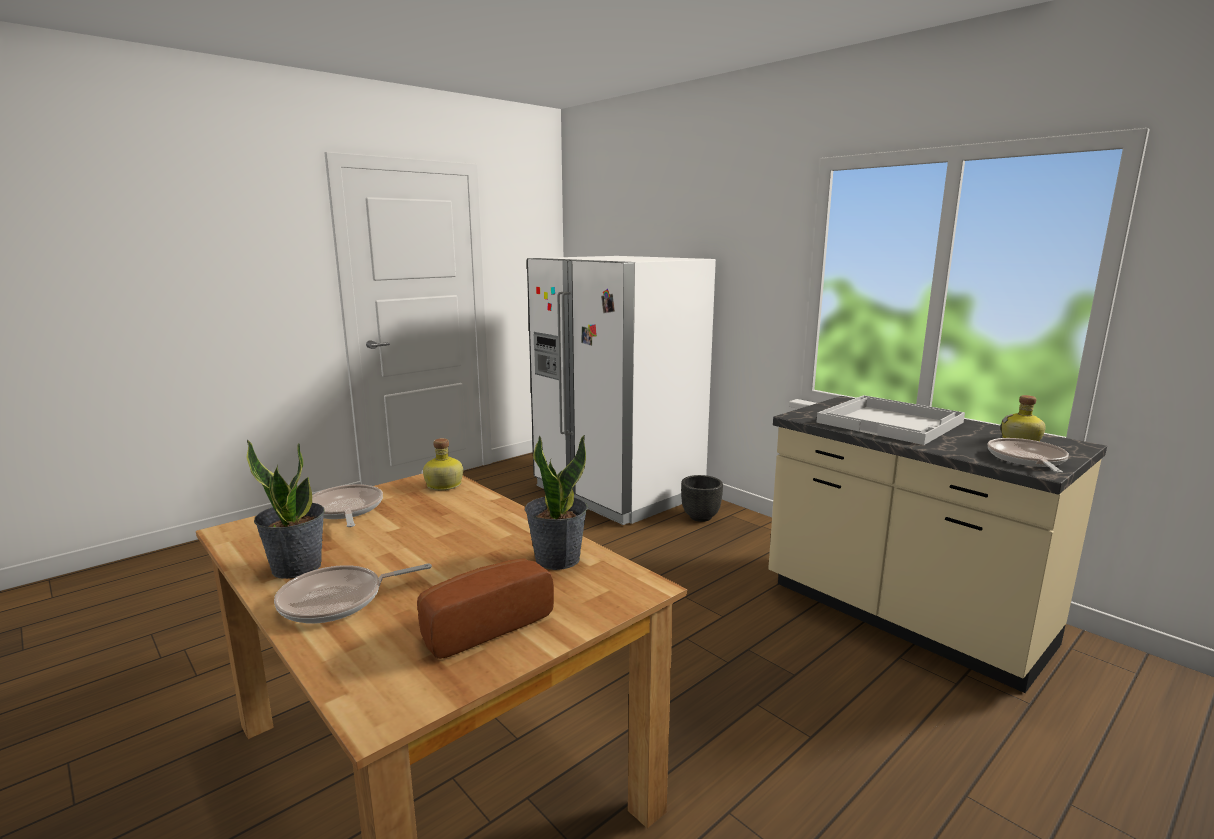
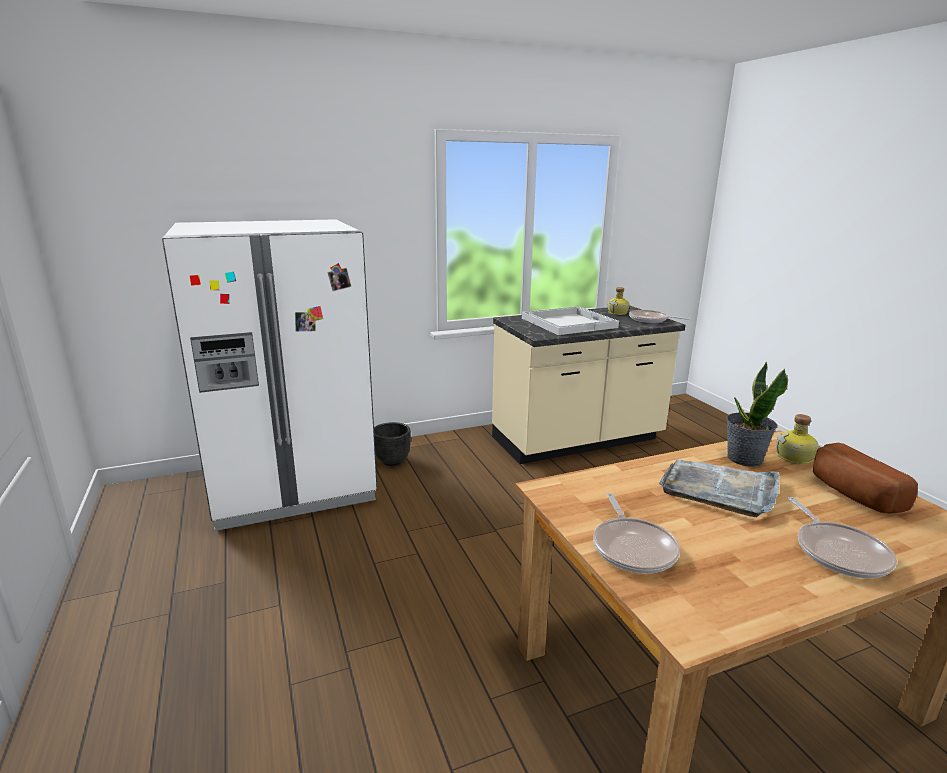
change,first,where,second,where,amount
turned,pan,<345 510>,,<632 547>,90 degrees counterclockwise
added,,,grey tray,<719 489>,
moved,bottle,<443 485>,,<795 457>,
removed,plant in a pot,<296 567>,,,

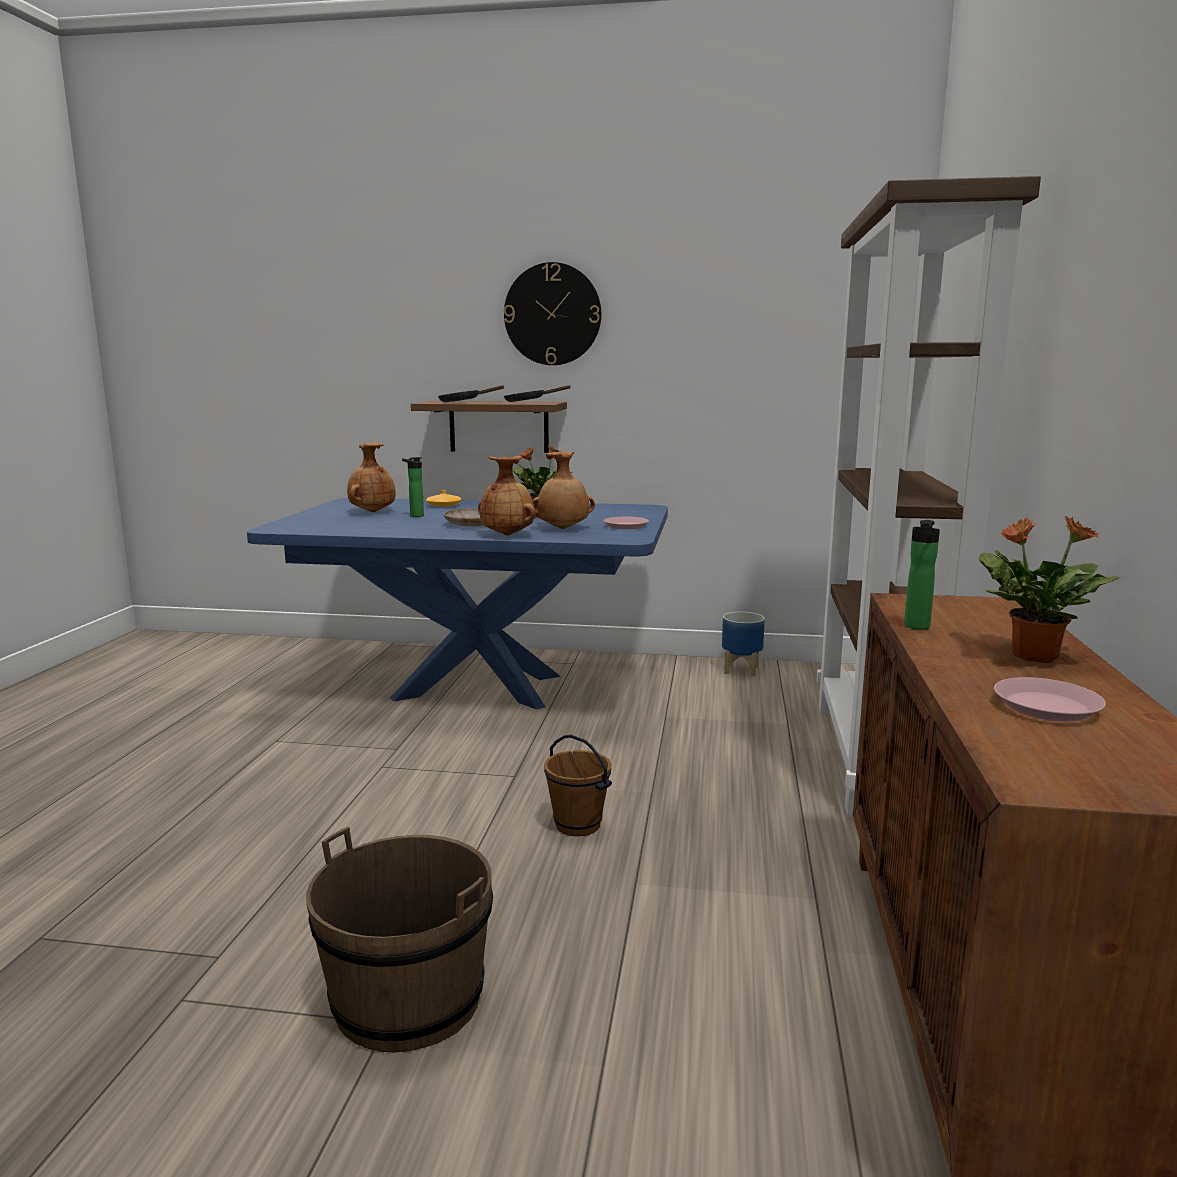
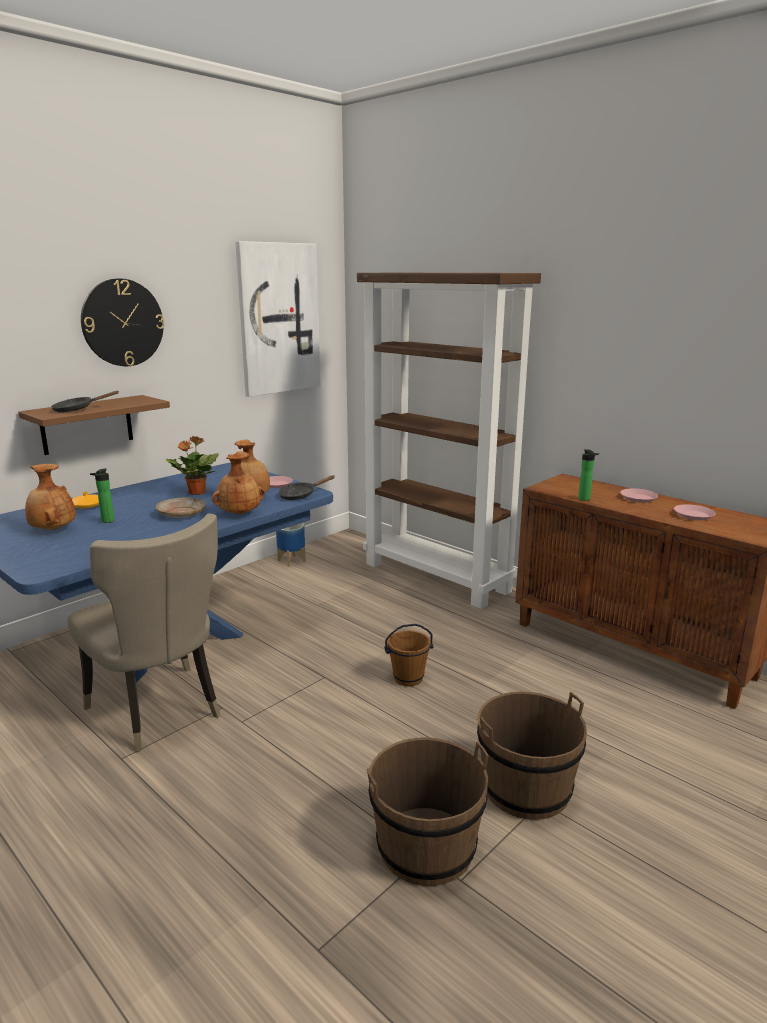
change,first,where,second,where,amount
added,,,beige chair,<159 711>,
added,,,picture,<278 319>,
moved,black pan,<528 402>,,<300 495>,
added,,,brown water bucket,<426 847>,
replaced,plant in a pot,<1032 656>,pinkish dinner plate,<638 498>,

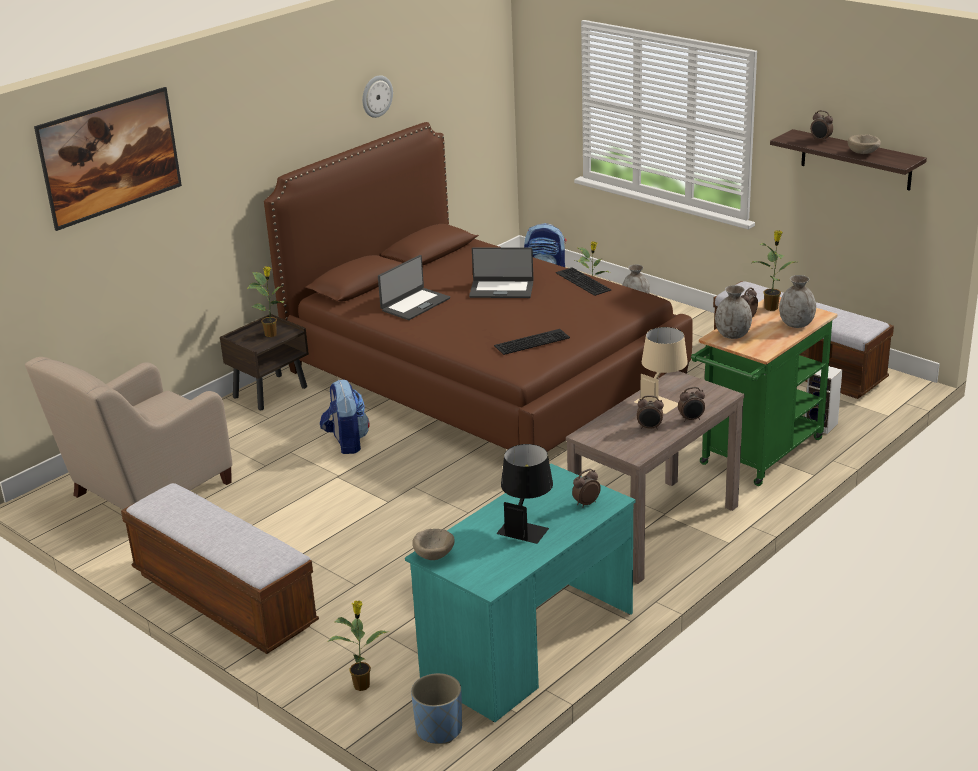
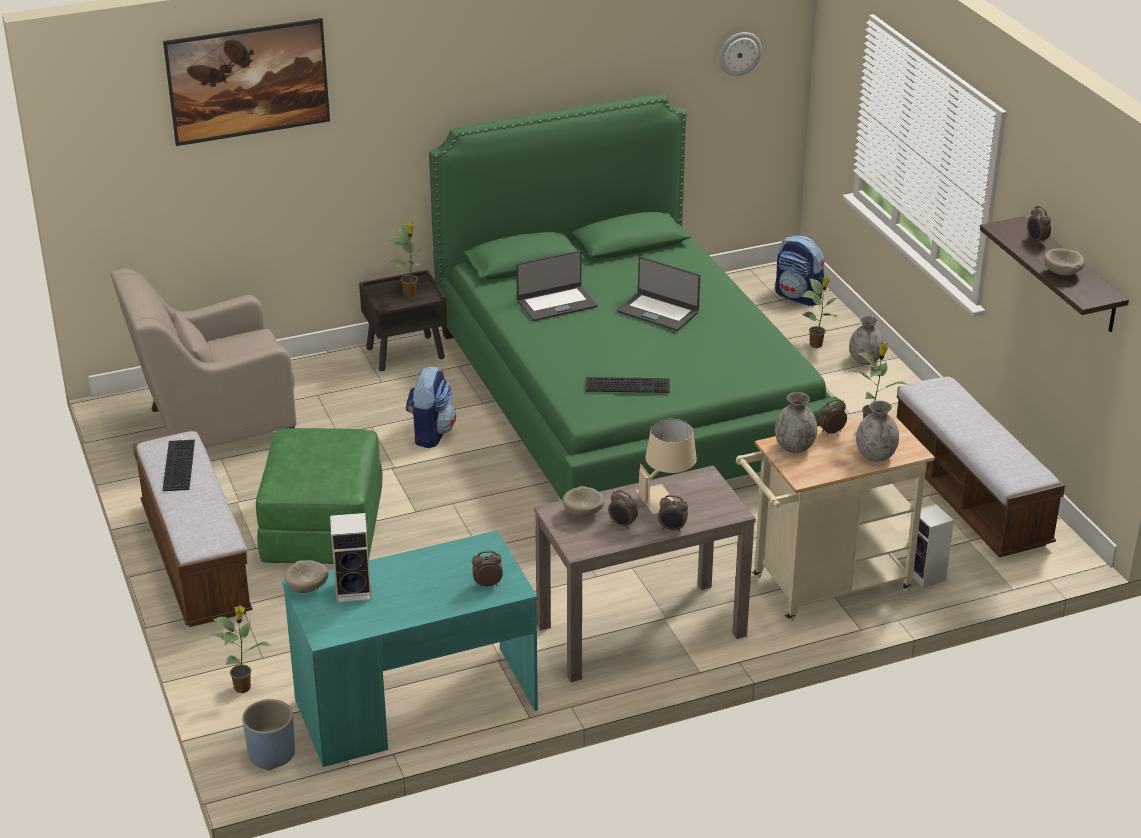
change,first,where,second,where,amount
moved,computer keyboard,<581 281>,,<177 465>,
added,,,greenish footrest,<322 528>,
added,,,speaker,<355 590>,
recoloured,brown bedroom bed,<482 374>,greenish bedroom bed,<626 398>,
added,,,beige deep dish,<584 513>,
moved,wall clock,<376 96>,,<739 53>,
recoloured,greenish cart,<757 456>,beige cart,<822 587>,
removed,black tabletop lamp,<526 525>,,,

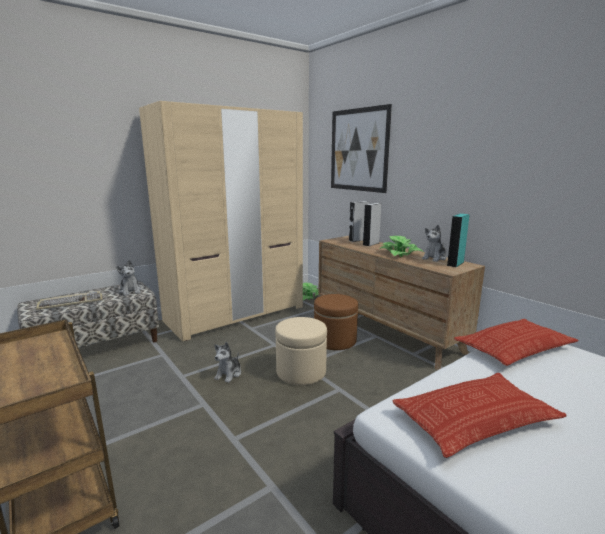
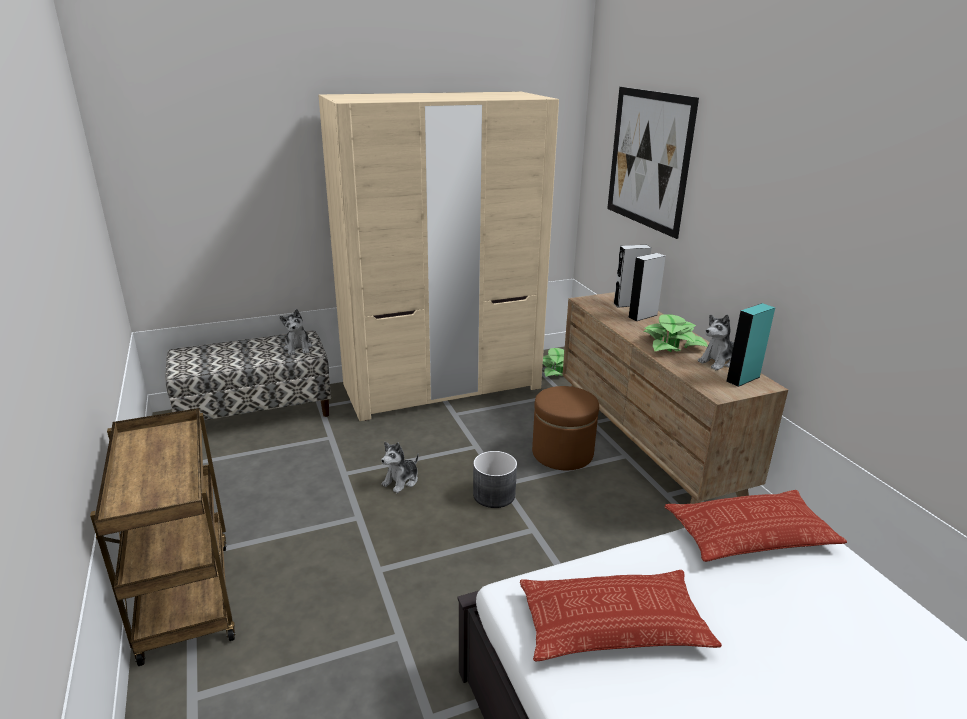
change,first,where,second,where,amount
replaced,beige footrest,<301 372>,grey planter,<494 494>,
removed,computer keyboard,<71 302>,,,

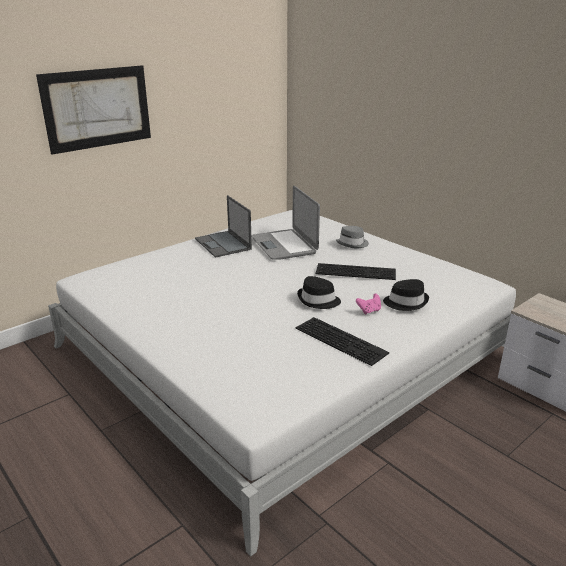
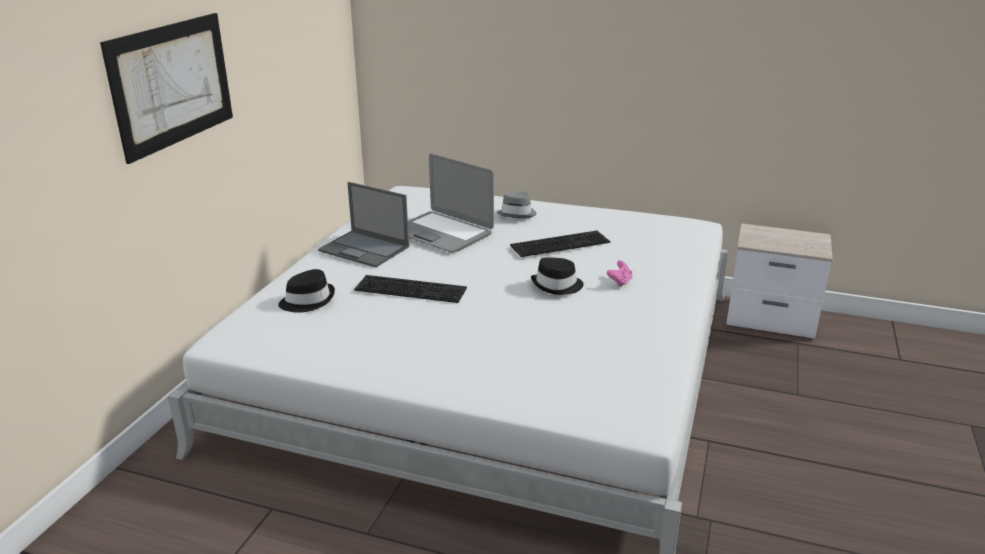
change,first,where,second,where,amount
moved,black hat,<406 302>,,<308 300>,
moved,computer keyboard,<342 340>,,<412 288>,

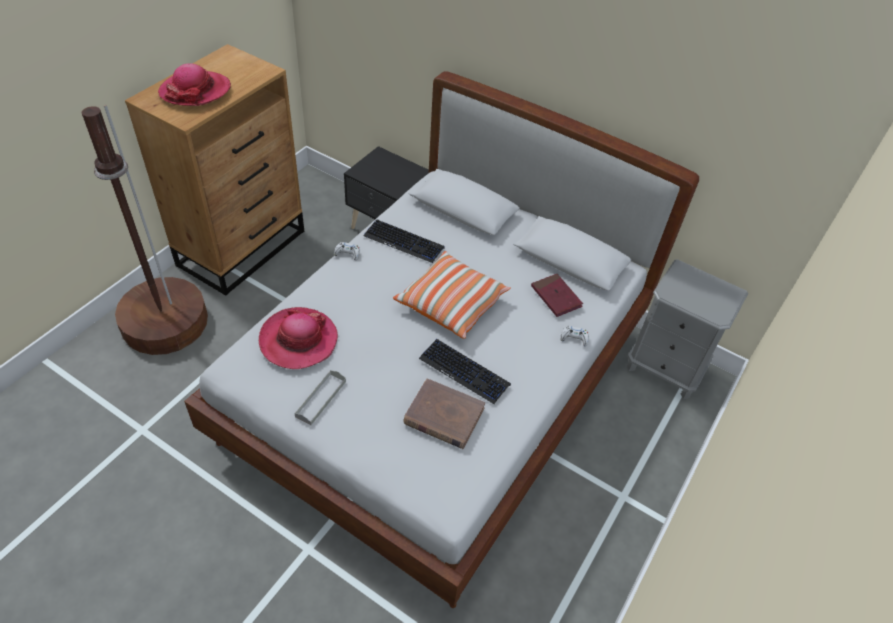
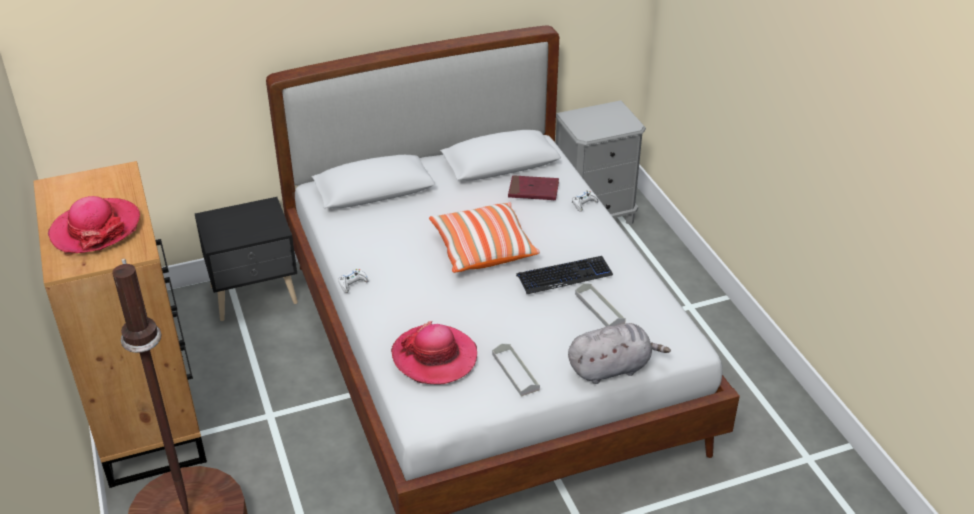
change,first,where,second,where,amount
added,,,grey plush toy,<611 368>,
replaced,brown book,<443 416>,grey tray,<599 308>,
removed,computer keyboard,<404 242>,,,

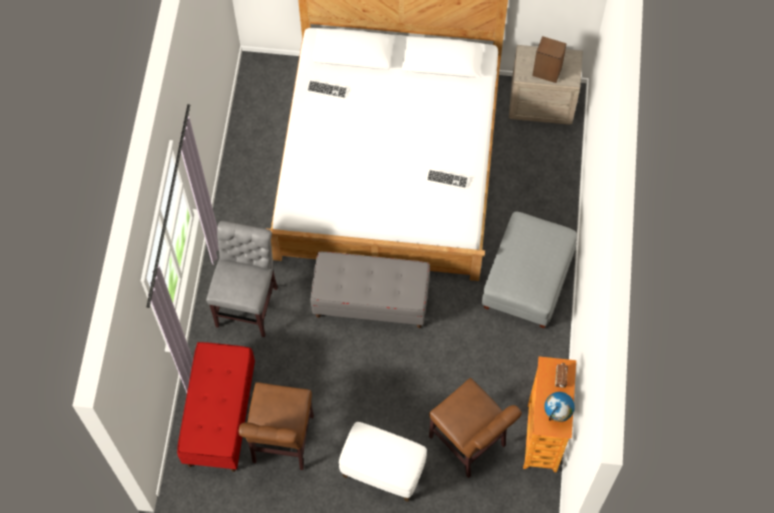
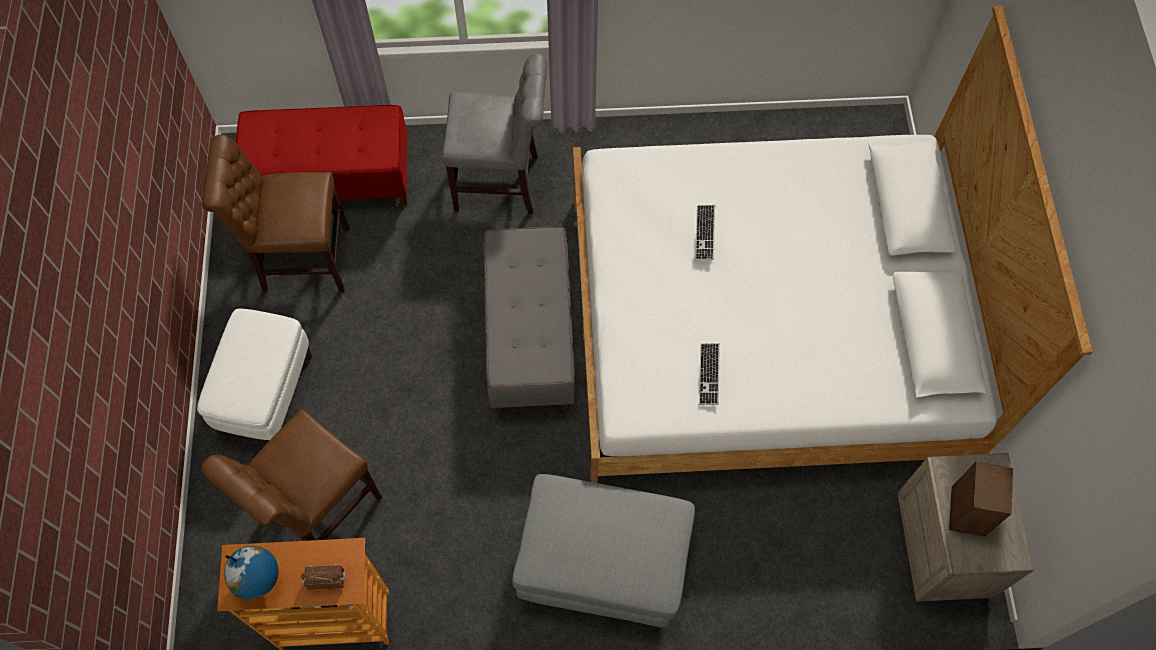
change,first,where,second,where,amount
moved,computer keyboard,<327 90>,,<705 233>,

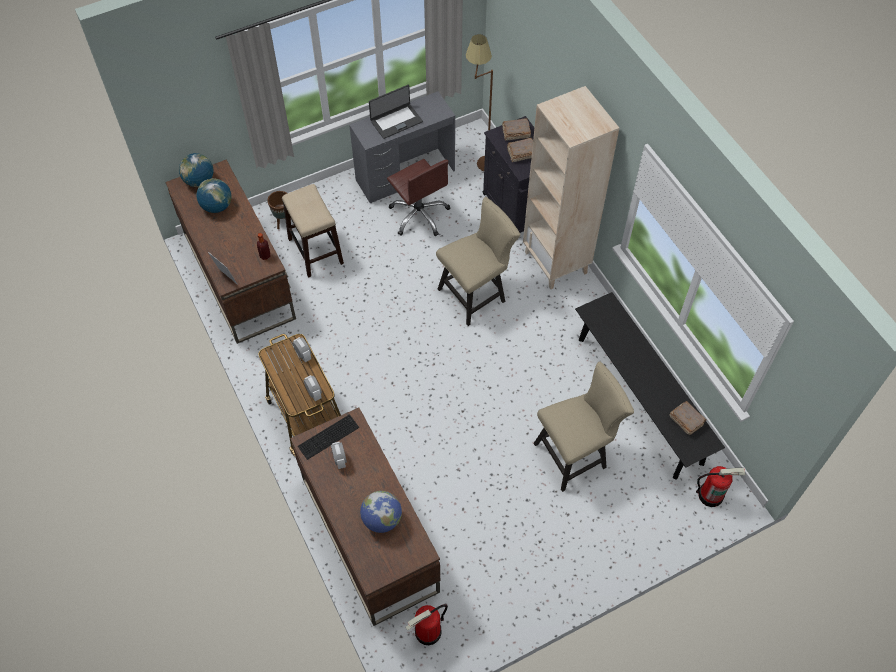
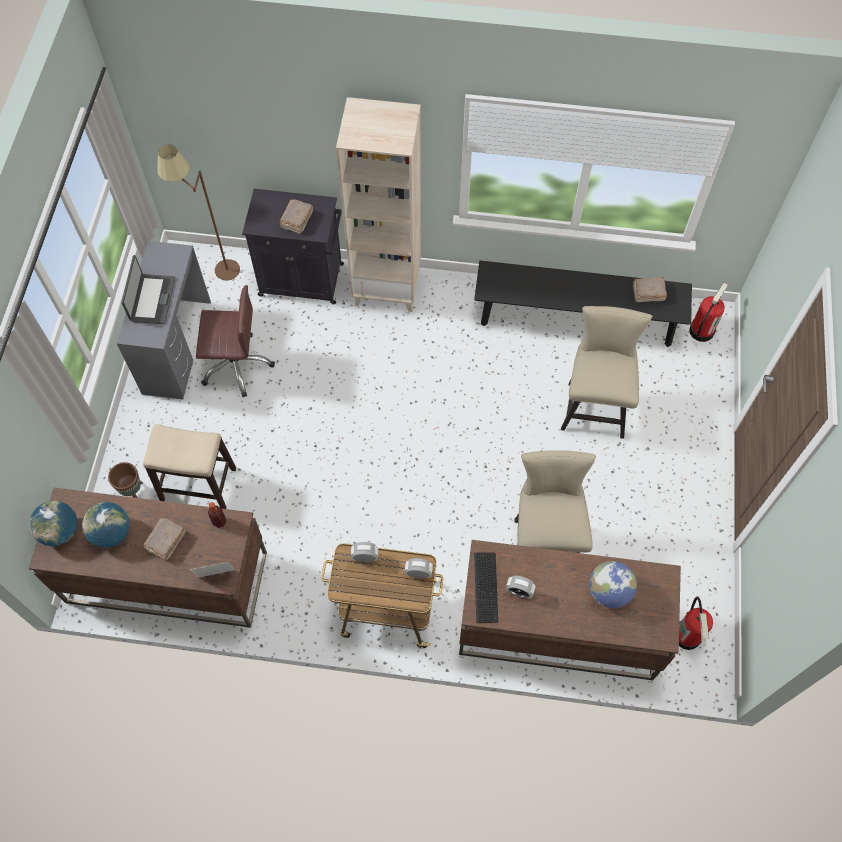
change,first,where,second,where,amount
moved,brown book,<515 133>,,<165 541>,
moved,beige chair,<476 294>,,<544 540>,

